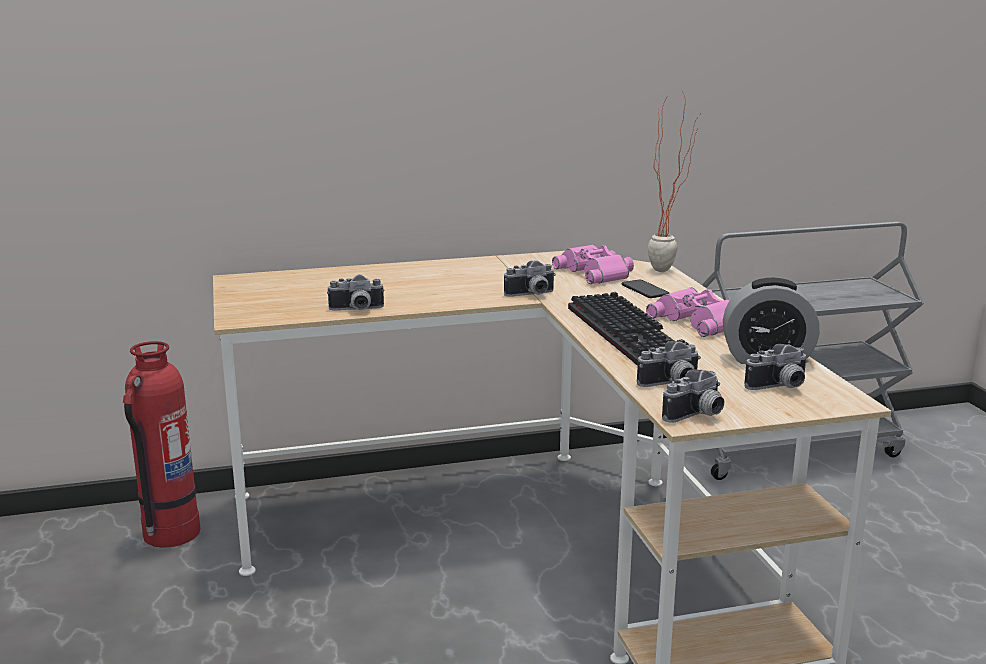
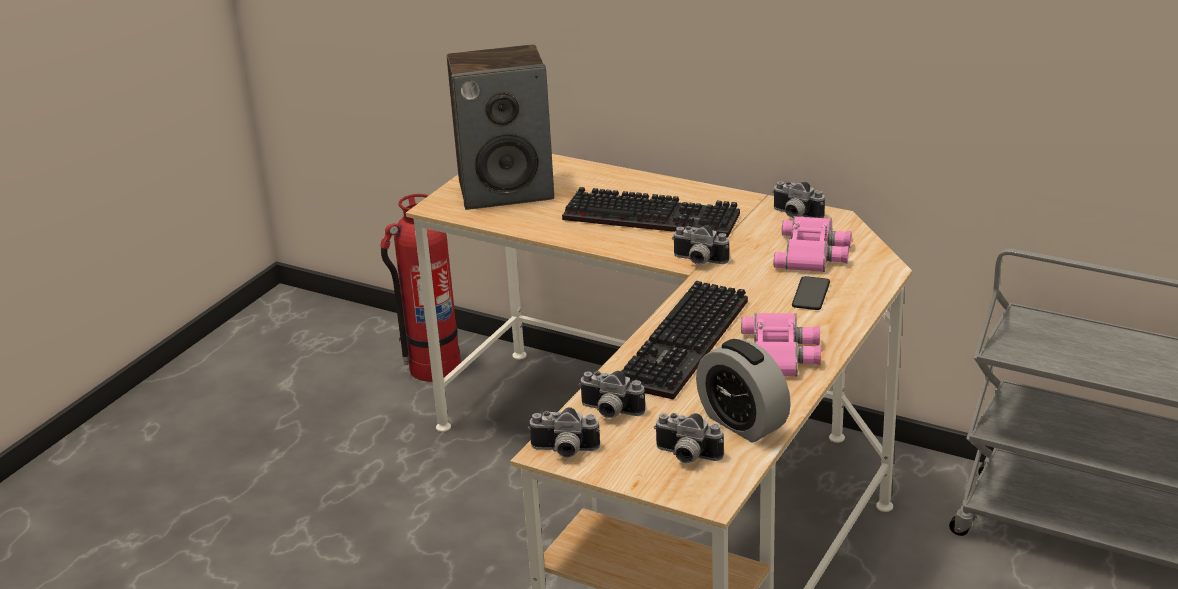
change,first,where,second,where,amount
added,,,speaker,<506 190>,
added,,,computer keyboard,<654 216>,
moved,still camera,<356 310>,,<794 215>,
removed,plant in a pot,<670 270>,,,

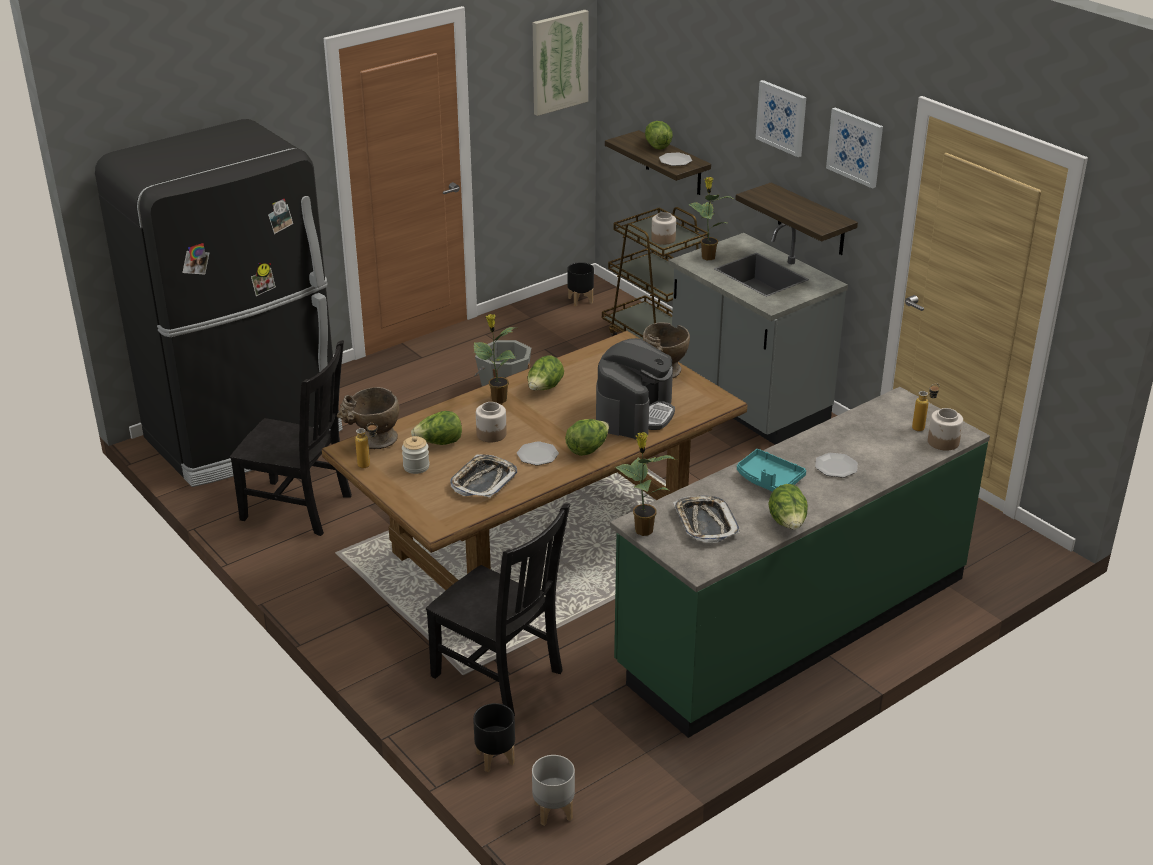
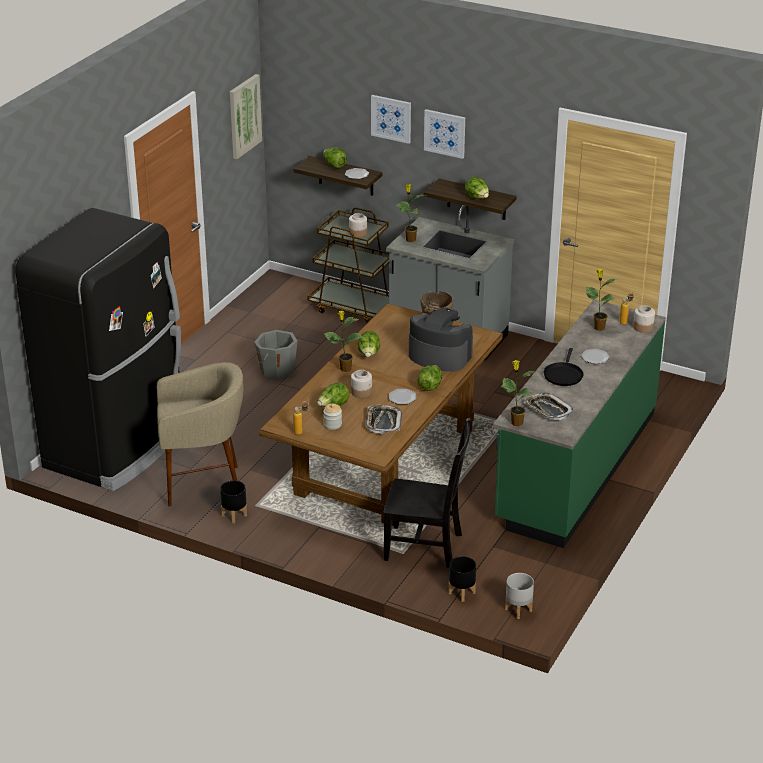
change,first,where,second,where,amount
replaced,black chair,<300 508>,beige stool,<203 484>,
moved,black planter,<581 300>,,<234 515>,
moved,picture,<855 147>,,<391 118>,
turned,coffee maker,<634 413>,,<439 356>,60 degrees counterclockwise
moved,lettuce,<787 523>,,<477 198>,
replaced,blue-green tray,<768 480>,black pan,<563 375>,
added,,,plant in a pot,<598 327>,
removed,beige decorative vase,<373 442>,,,

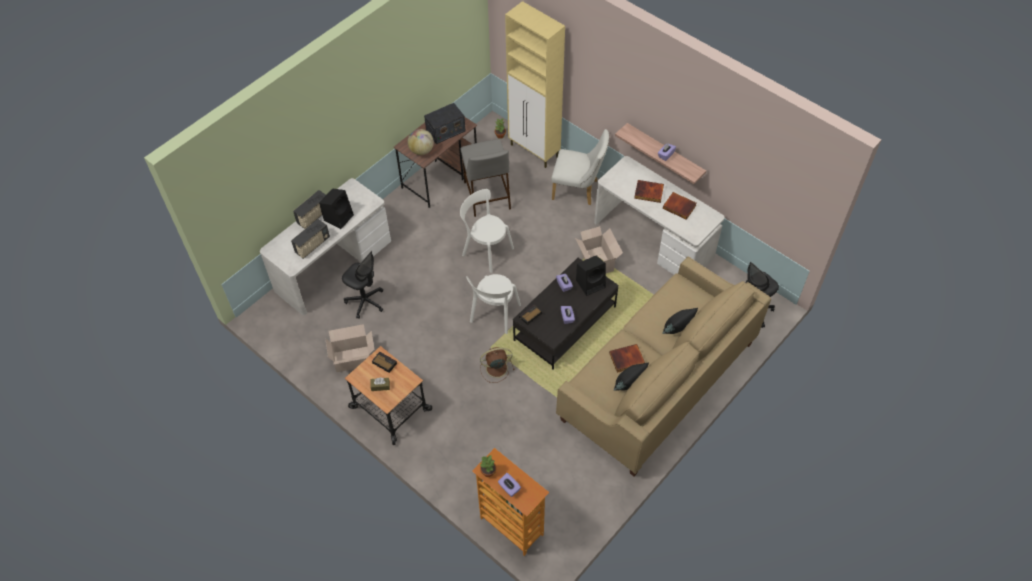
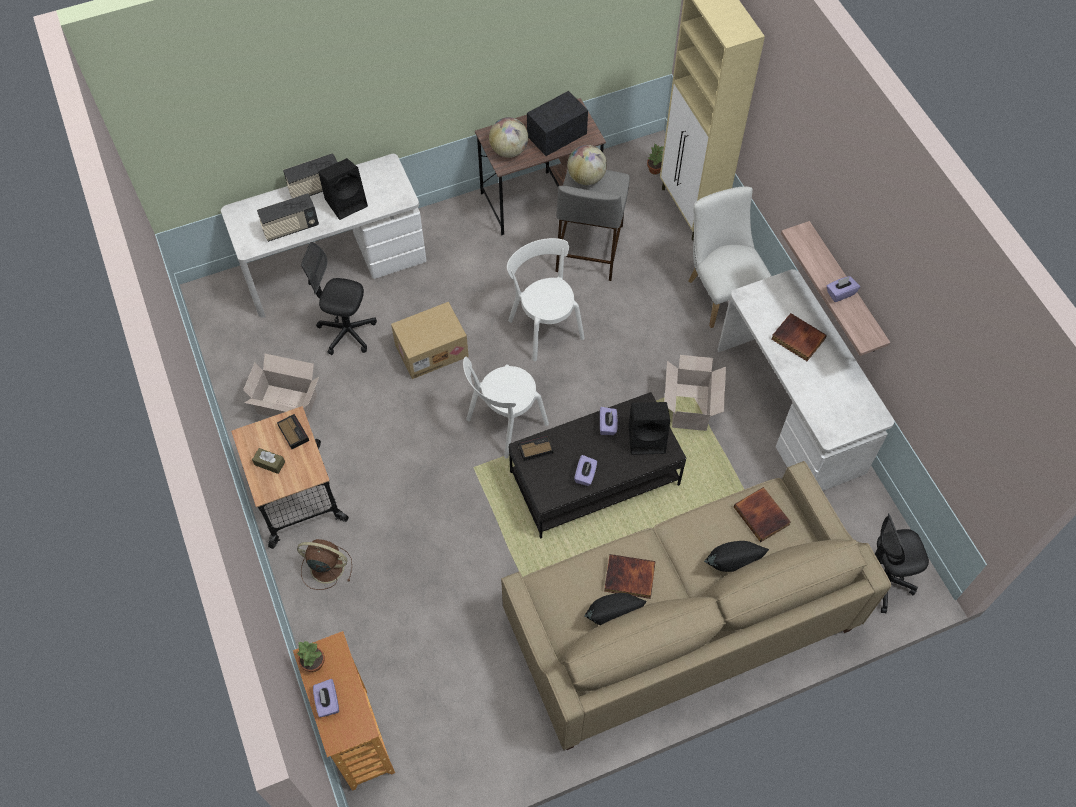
change,first,where,second,where,amount
moved,brown electric fan,<495 368>,,<325 567>,
turned,black computer chair,<365 302>,,<347 332>,135 degrees clockwise
added,,,carton,<431 349>,
turned,radio receiver,<445 131>,,<557 134>,150 degrees clockwise
added,,,globe,<586 178>,
turned,white-coloured chair,<578 190>,,<721 291>,150 degrees counterclockwise
moved,book,<679 206>,,<762 515>,

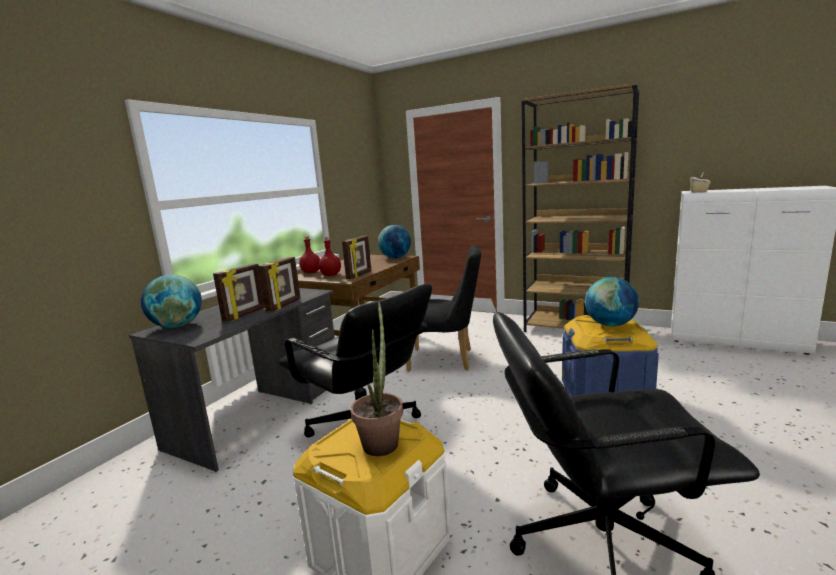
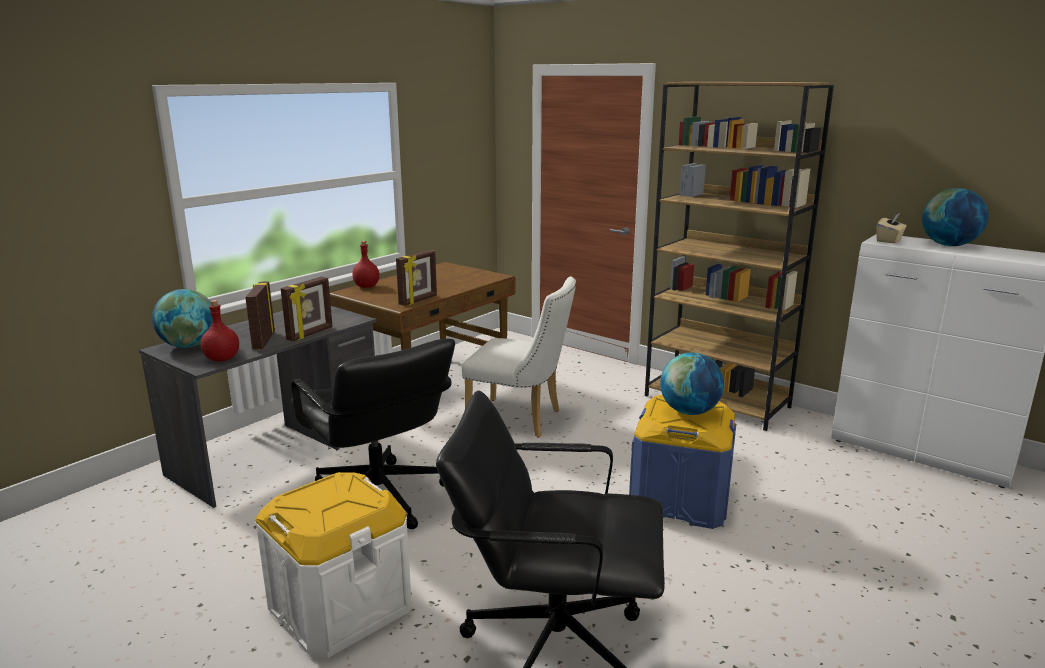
change,first,where,second,where,amount
moved,red bottle,<331 275>,,<223 359>,
turned,photo frame,<245 314>,,<263 341>,135 degrees clockwise
recoloured,black chair,<446 359>,white-coloured chair,<521 419>,
moved,globe,<395 258>,,<949 245>,
removed,plant in a pot,<382 440>,,,

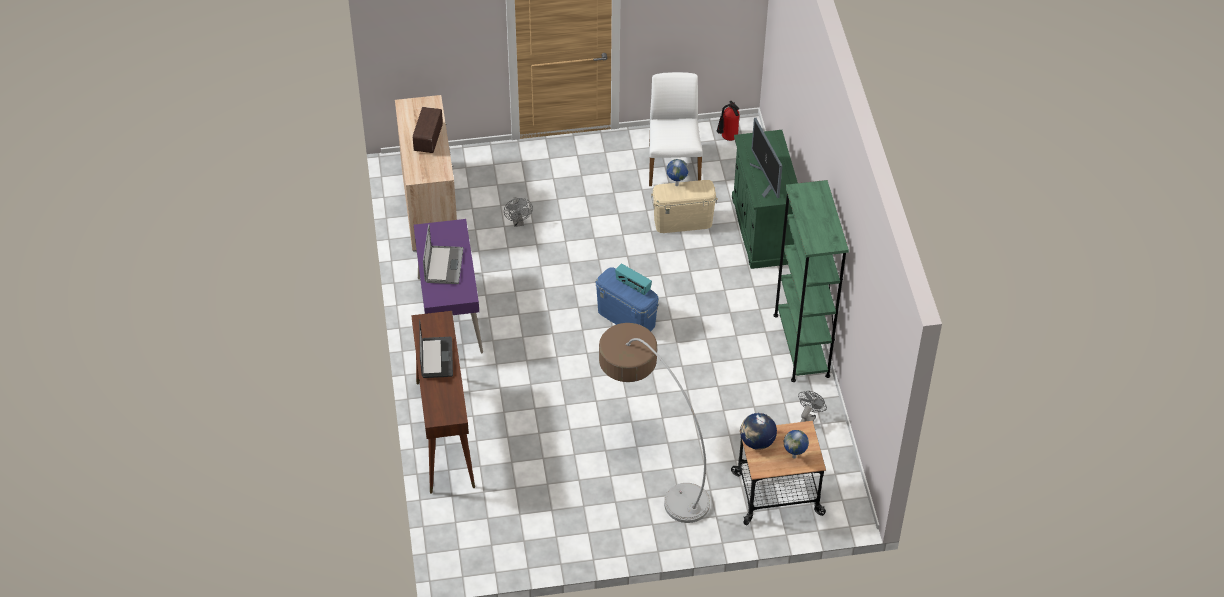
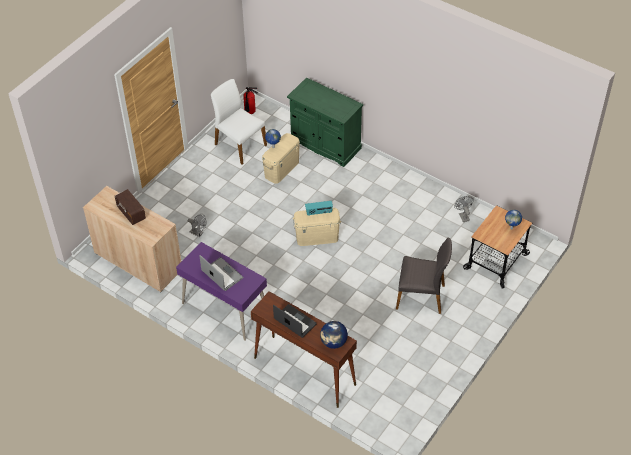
change,first,where,second,where,amount
recoloured,blue storage box,<626 318>,beige storage box,<317 237>,
moved,globe,<757 442>,,<333 342>,
replaced,standard lamp,<651 461>,grey chair,<421 296>,
removed,computer screen,<766 179>,,,
removed,greenish shelving unit,<801 345>,,,

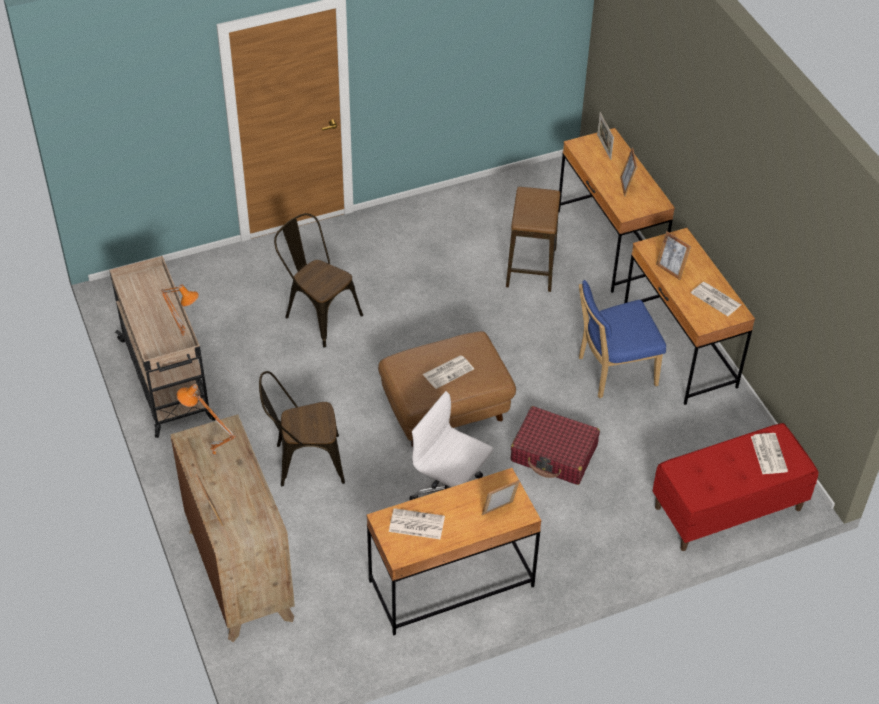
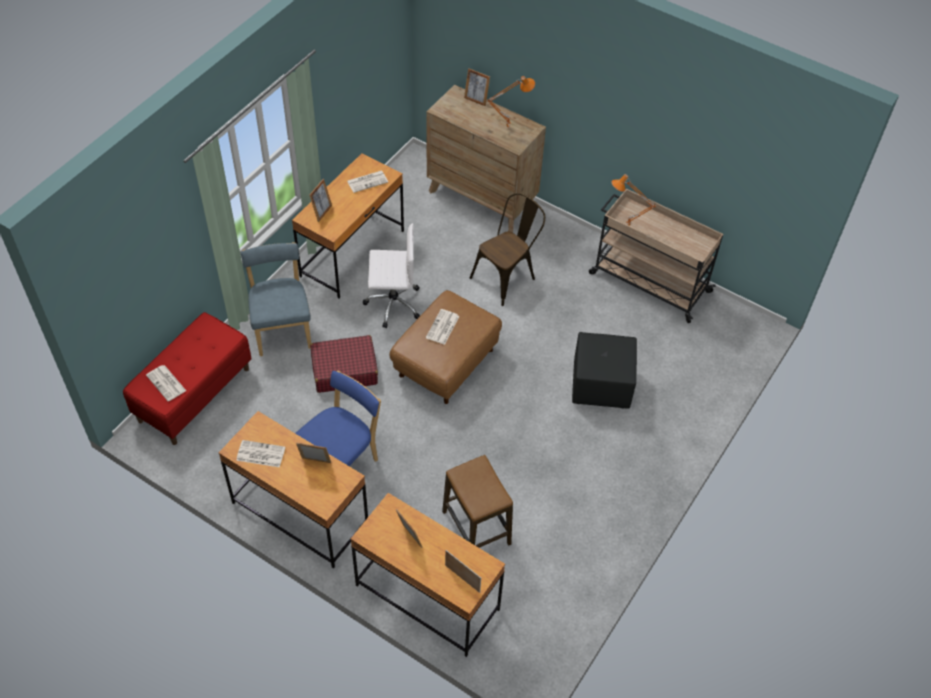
change,first,where,second,where,amount
added,,,blue chair,<282 328>,
replaced,brown chair,<318 314>,black footrest,<601 386>,

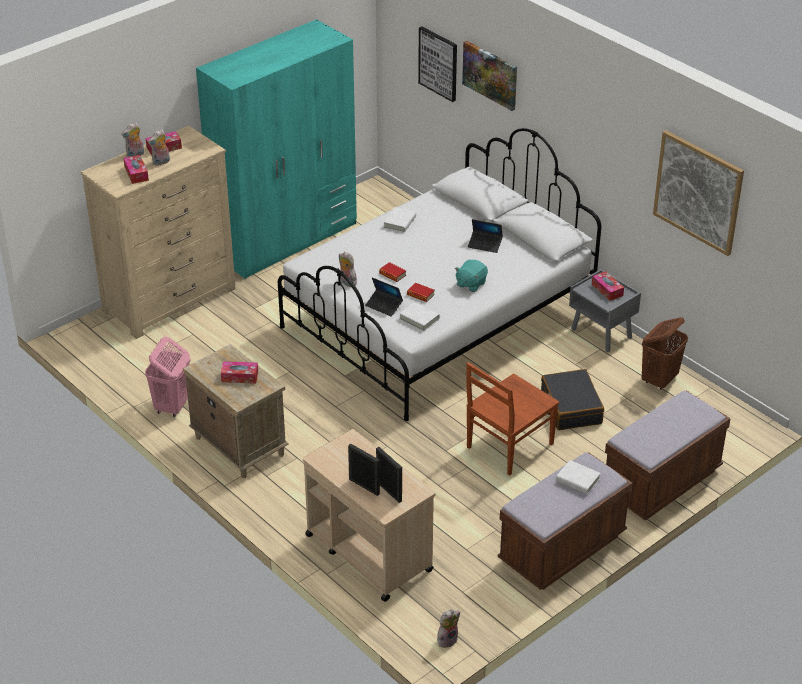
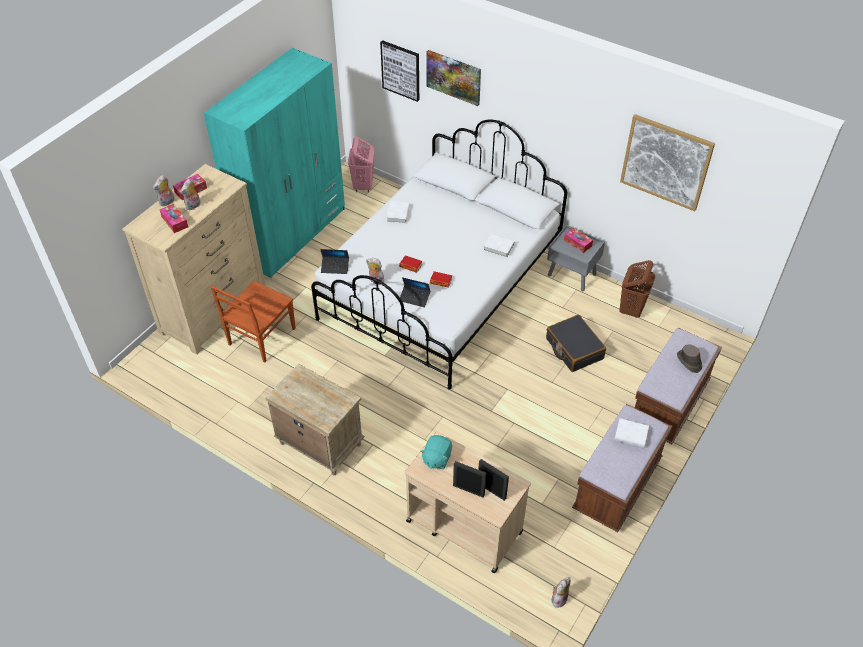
change,first,where,second,where,amount
moved,brown chair,<508 446>,,<261 337>,
moved,laptop,<485 245>,,<335 267>,
moved,pinkish hamper,<172 406>,,<363 186>,
moved,blue-green plush toy,<470 284>,,<436 458>,
moved,white-coloured book,<419 319>,,<498 247>,
added,,,brown hat,<689 362>,
removed,tissue box,<240 376>,,,

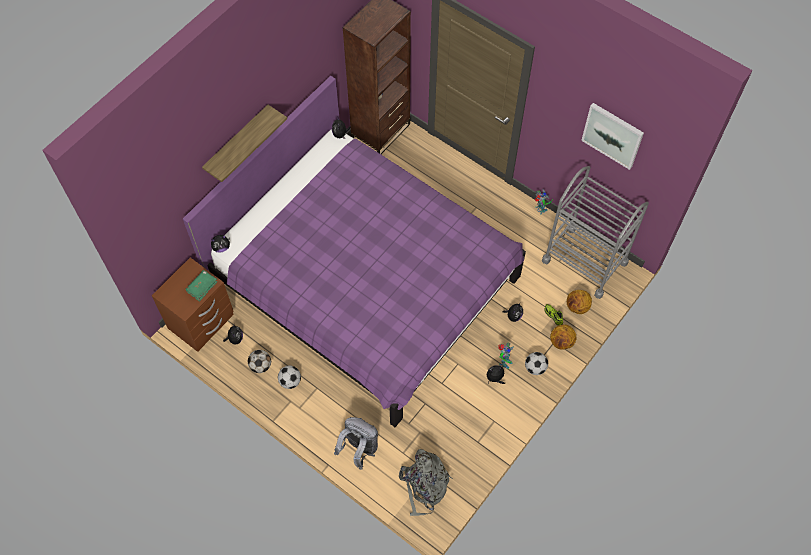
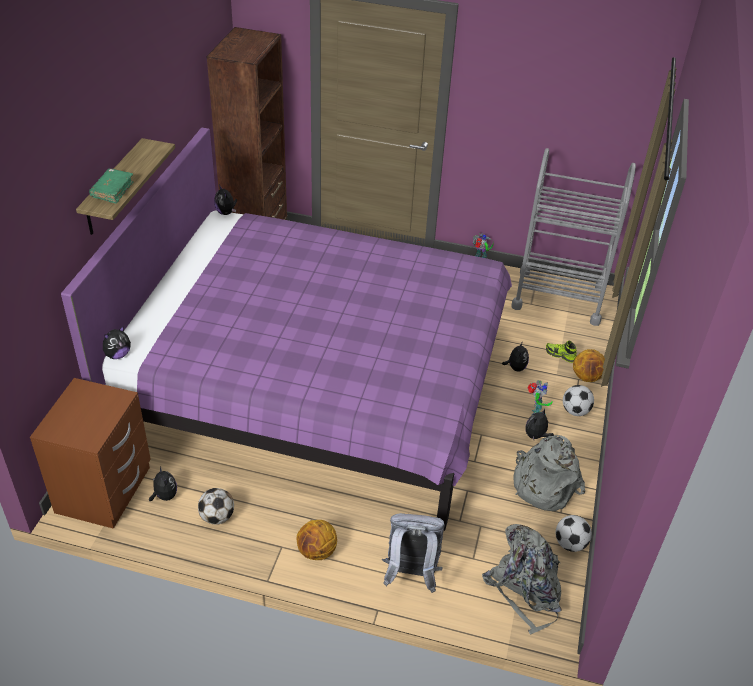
change,first,where,second,where,amount
moved,greenish book,<202 287>,,<112 190>,
moved,basketball ball,<577 307>,,<317 551>,
added,,,grey backpack,<543 484>,
moved,ball for football,<290 381>,,<570 544>,
removed,picture,<612 135>,,,

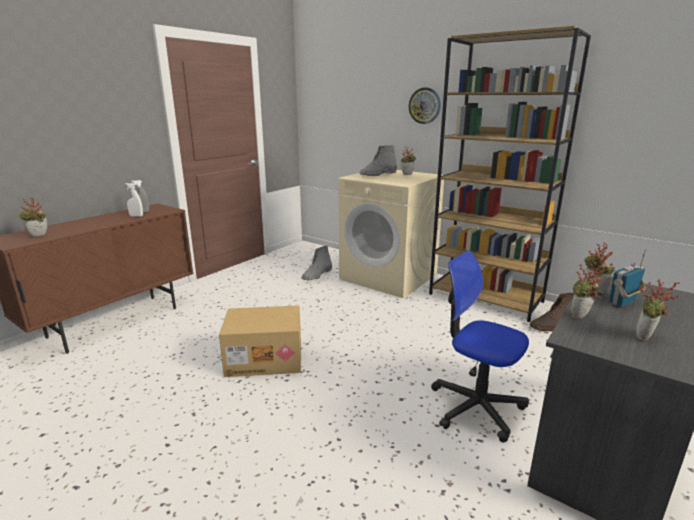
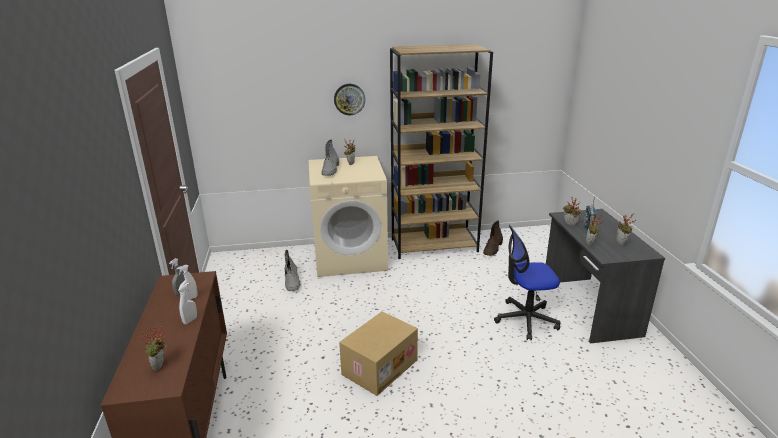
change,first,where,second,where,amount
added,,,white-coloured hand sprayer,<190 320>,

